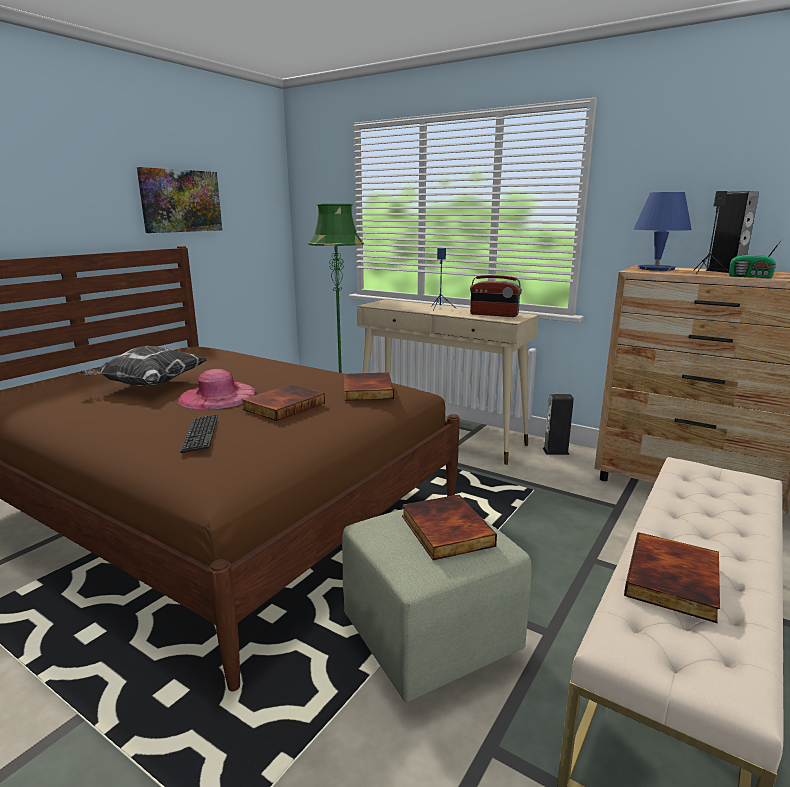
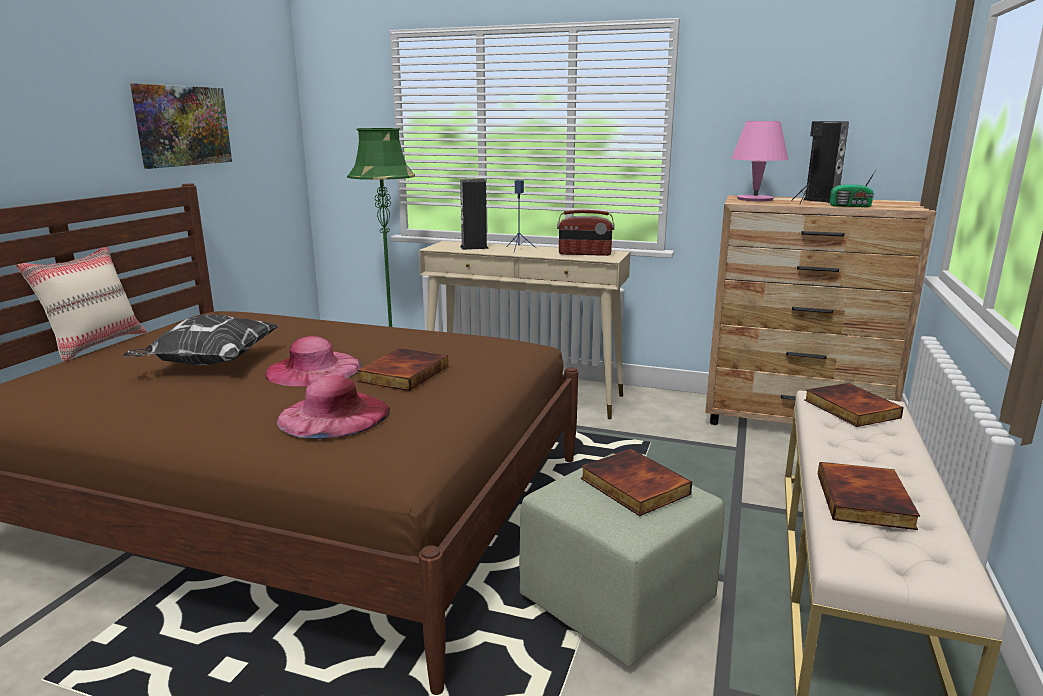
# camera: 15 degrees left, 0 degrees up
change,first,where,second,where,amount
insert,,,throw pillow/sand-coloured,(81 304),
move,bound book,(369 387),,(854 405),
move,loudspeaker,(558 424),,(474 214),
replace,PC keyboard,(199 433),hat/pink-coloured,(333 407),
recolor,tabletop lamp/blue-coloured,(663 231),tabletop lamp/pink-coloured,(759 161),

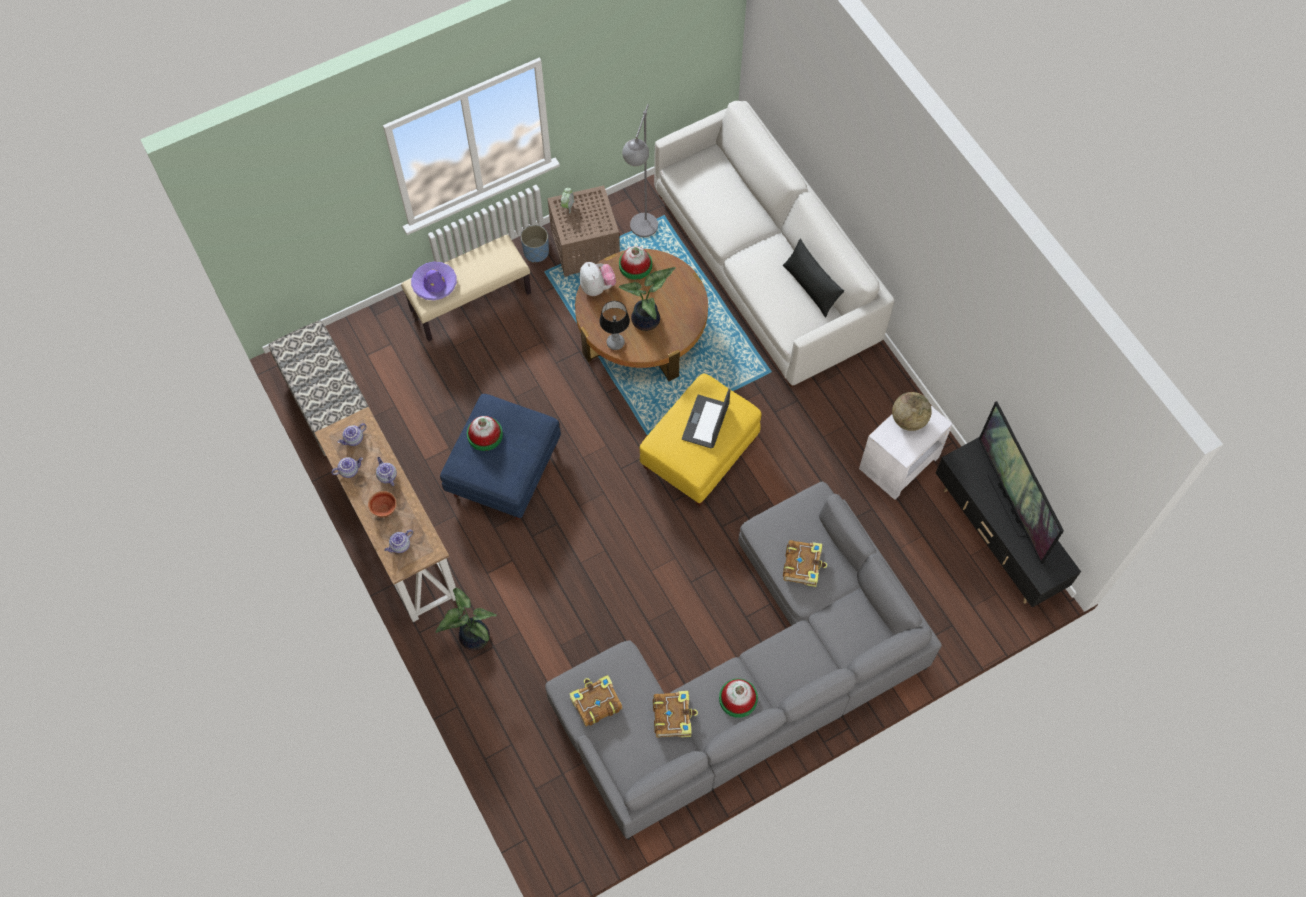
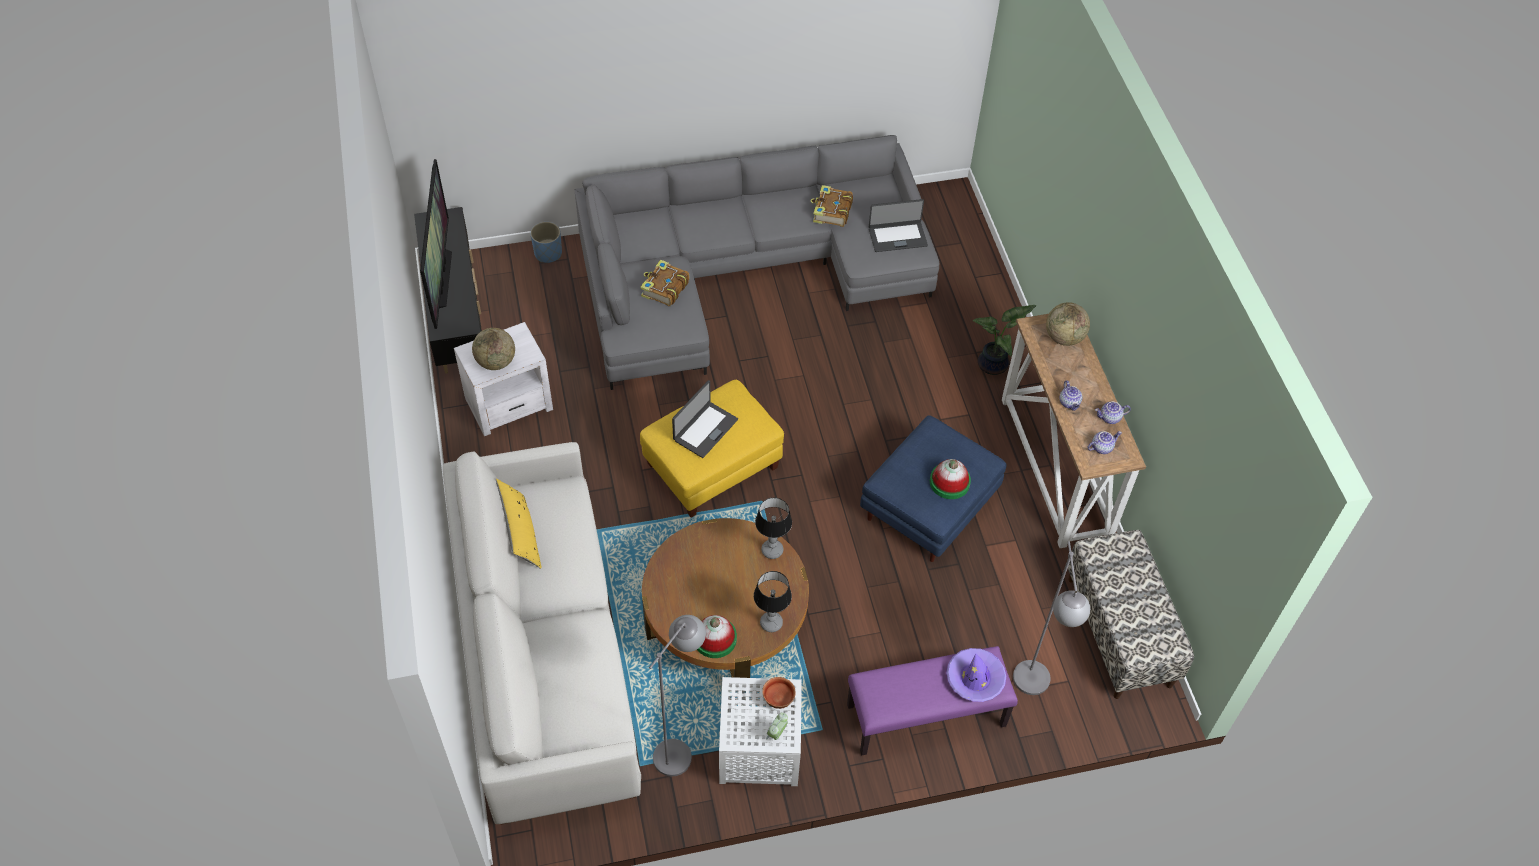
# camera: 165 degrees left, 10 degrees down
change,first,where,second,where,amount
delete,houseplant,(647 299),,,
delete,hat,(738 698),,,
insert,,,standing lamp/greyish,(1051 618),
move,bowl,(382 504),,(779 693),
move,planter/blue-coloured,(535 244),,(546 242),
replace,tea pot,(398 541),globe,(1068 324),
replace,bound book,(595 700),notebook computer,(898 225),
replace,soft toy,(598 279),tabletop lamp,(773 601),
recolor,indoor bench/sand-coloured,(466 288),indoor bench/purple,(932 701),
recolor,accent table/brownish,(584 231),accent table/white-coloured,(760 731),
recolor,throw pillow/black,(813 278),throw pillow/yellowish,(519 523),

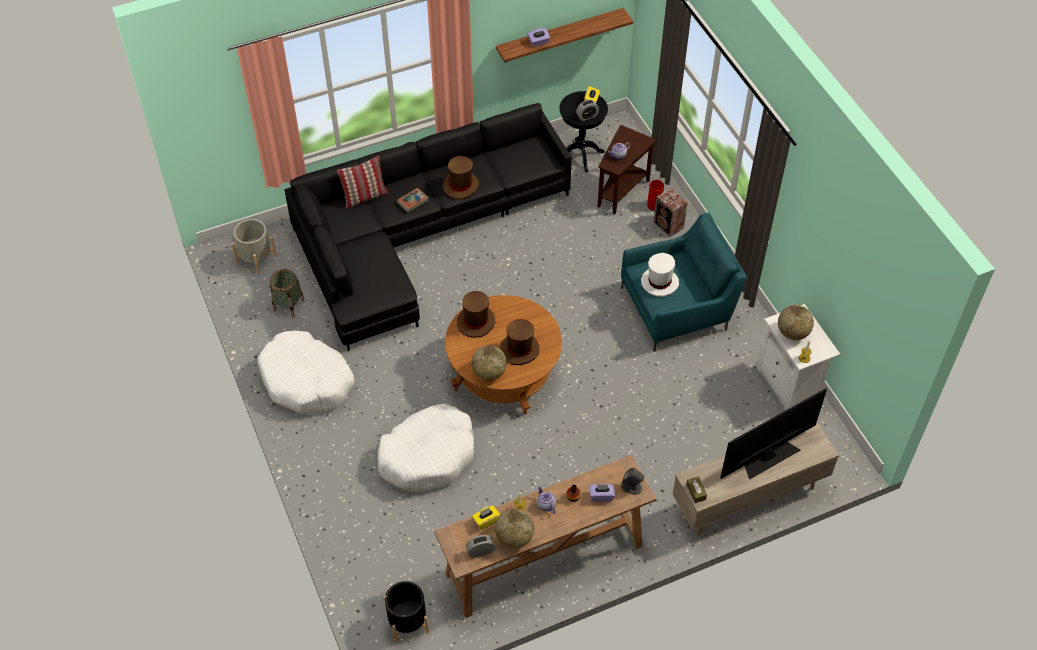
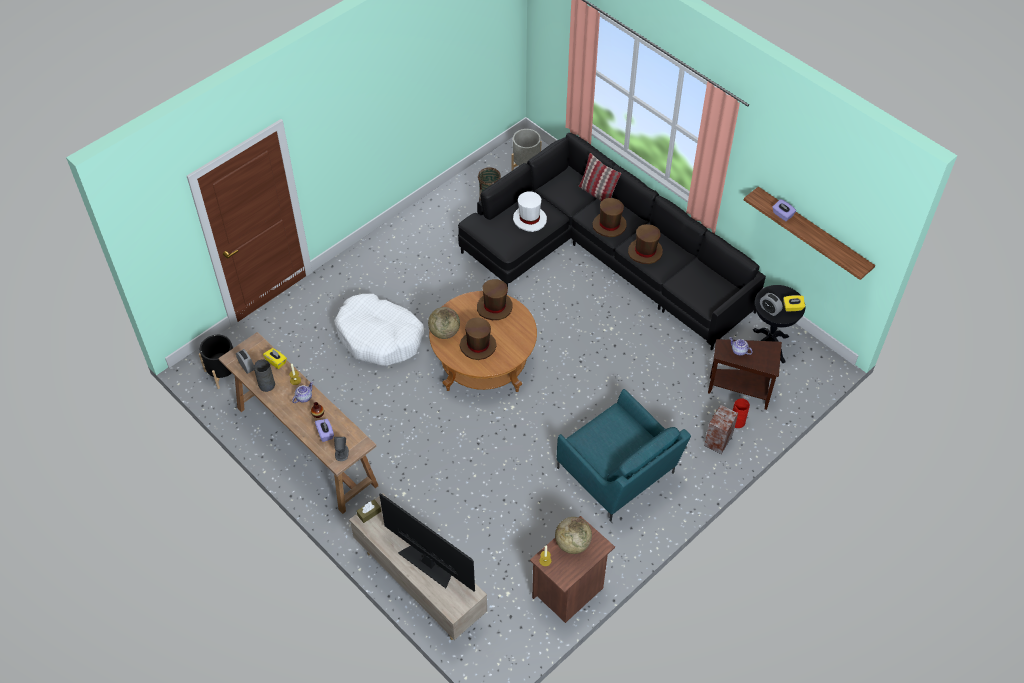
# camera: 70 degrees right, 0 degrees up
change,first,where,second,where,amount
delete,pet bed/white-coloured,(306 373),,,
move,hat/white-coloured,(660 275),,(530 211),
replace,bound book,(412 200),hat/brownish,(609 217),
replace,globe,(514 528),decorative vase/greyish,(264 375),
recolor,bedside table/white-coloured,(798 357),bedside table/brownish,(572 569),

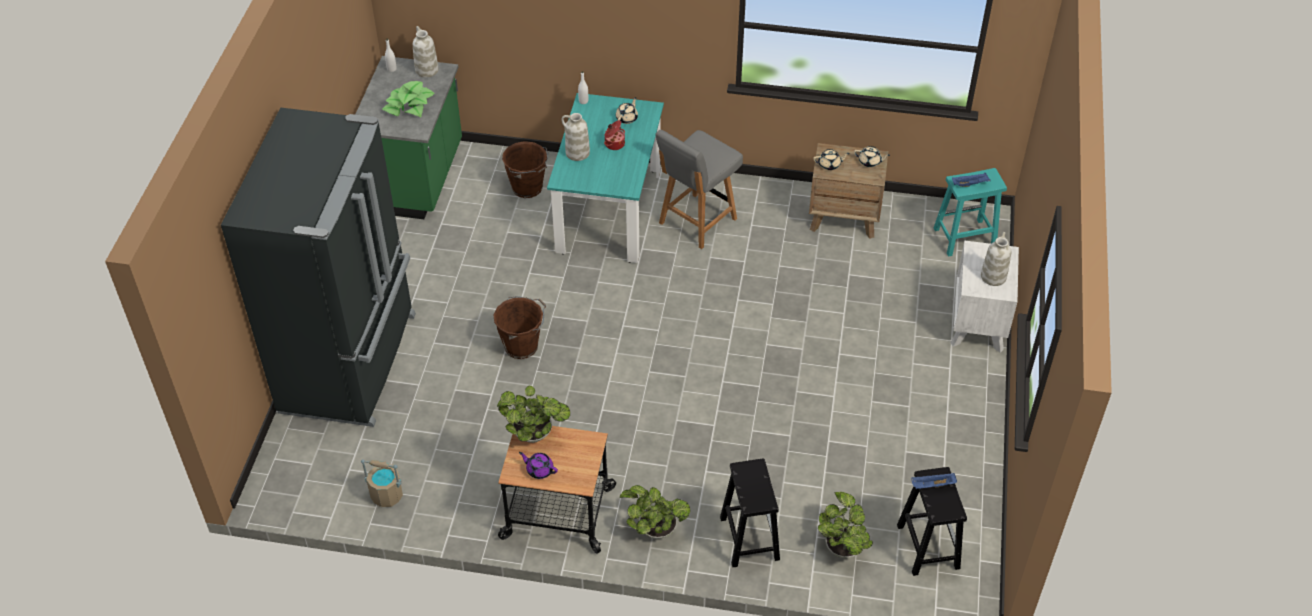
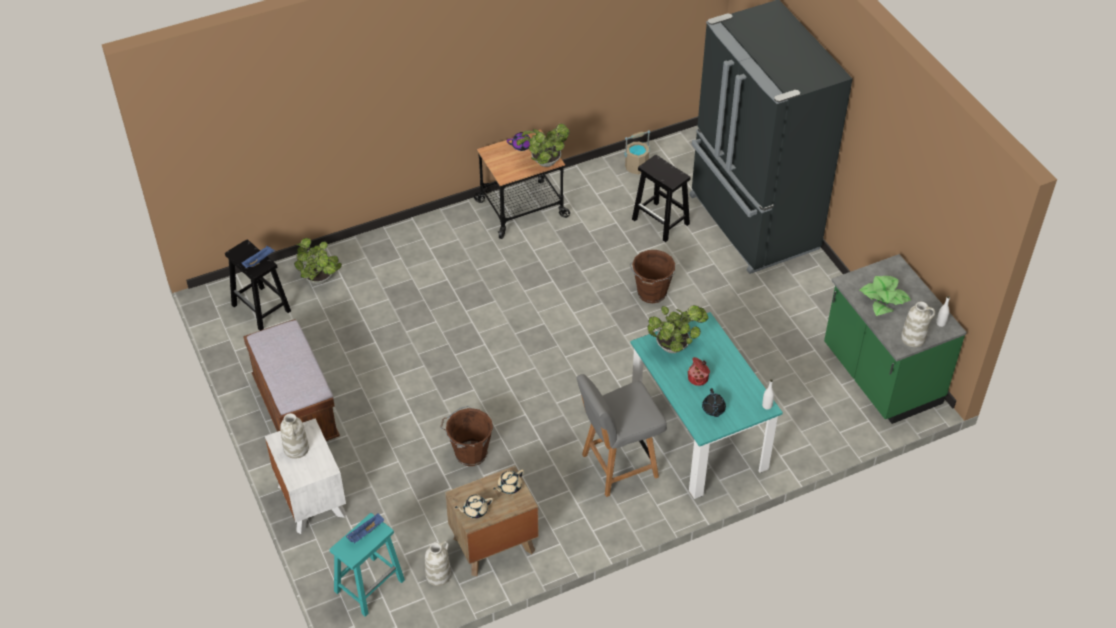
# camera: 145 degrees right, 0 degrees up
change,first,where,second,where,amount
insert,,,indoor bench/brownish,(291 380),
move,pail/brownish,(525 169),,(466 436),
move,decorative vase/white-coloured,(575 137),,(438 563),
move,houseplant,(655 512),,(677 329),
move,stool/black,(750 513),,(661 198),
recolor,tea pot/sand-coloured,(627 110),tea pot/black,(714 402),
rotate,plain chair/greyish,(699 189),,(622 435),120 degrees counterclockwise

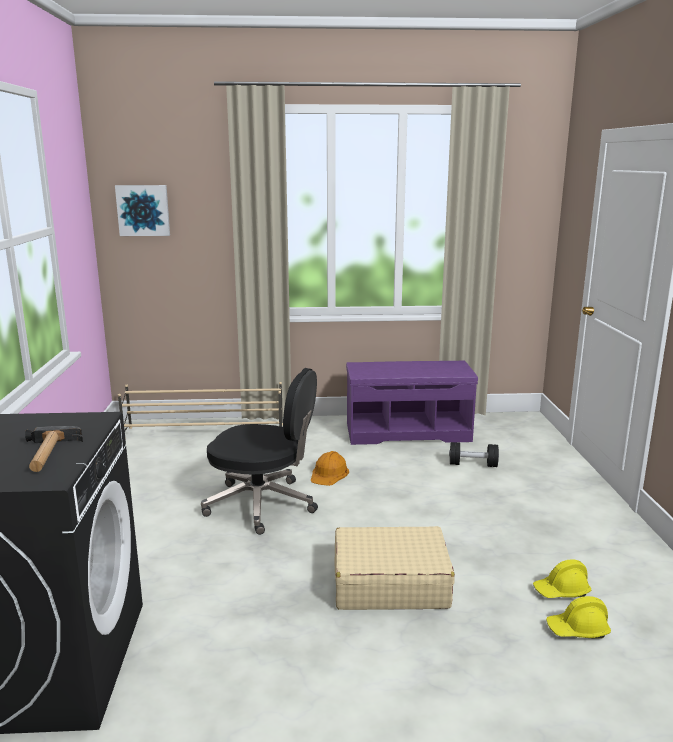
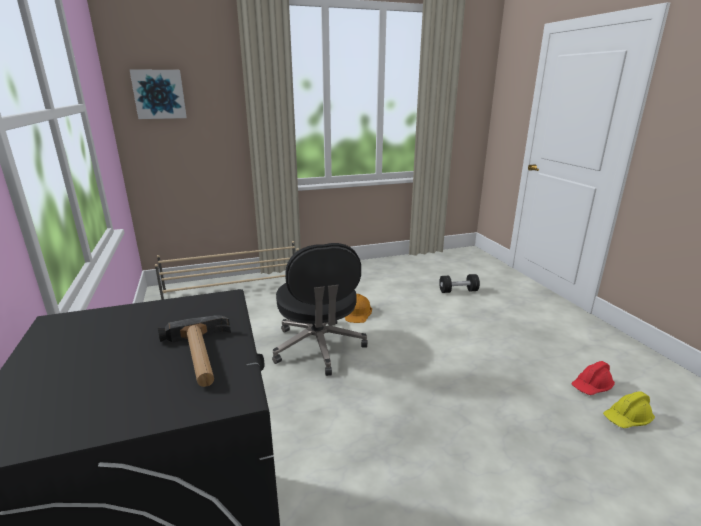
# camera: 15 degrees left, 5 degrees up
change,first,where,second,where,amount
delete,piece of luggage/sand-coloured,(395 568),,,
delete,indoor bench/purple,(412 403),,,
recolor,safety helmet/yellowish,(562 578),safety helmet/red,(593 378),
rotate,desk chair/black,(259 451),,(320 309),75 degrees clockwise

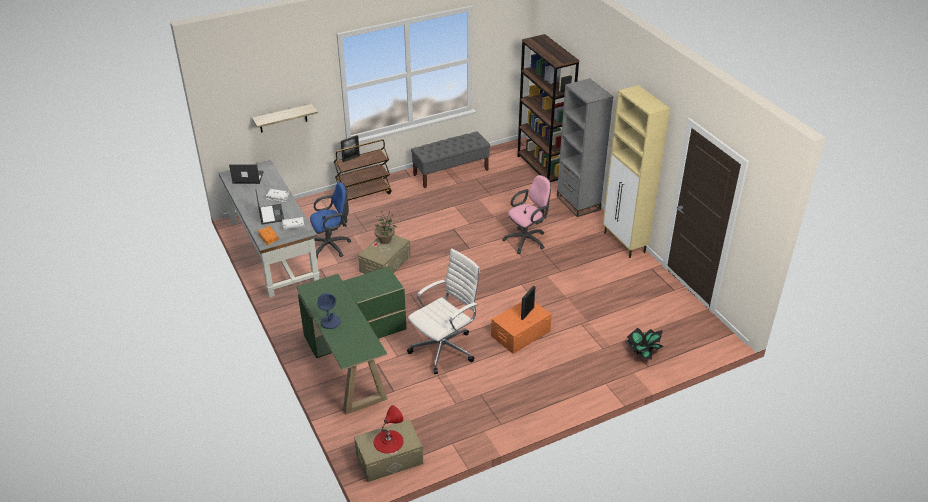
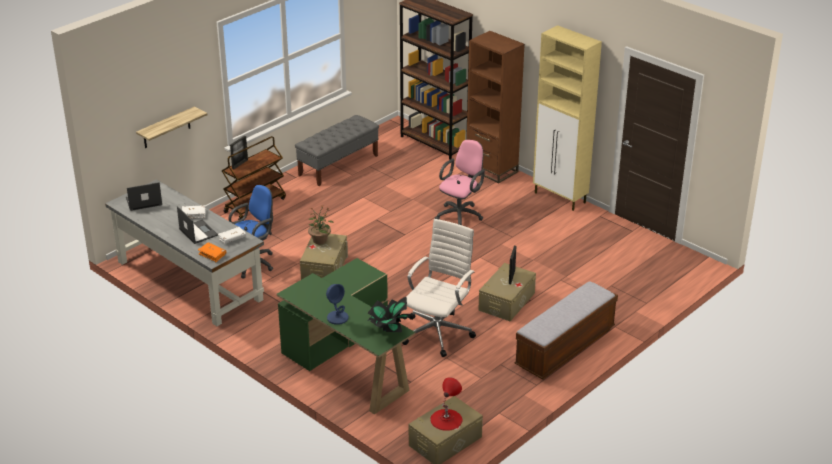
# camera: 20 degrees left, 5 degrees down
change,first,where,second,where,amount
insert,,,indoor bench,(566 330),
move,houseplant,(645 344),,(389 314),
recolor,storage box/orangey,(521 327),storage box/sand-coloured,(507 292),
recolor,shelving unit/greyish,(585 147),shelving unit/brownish,(496 107),

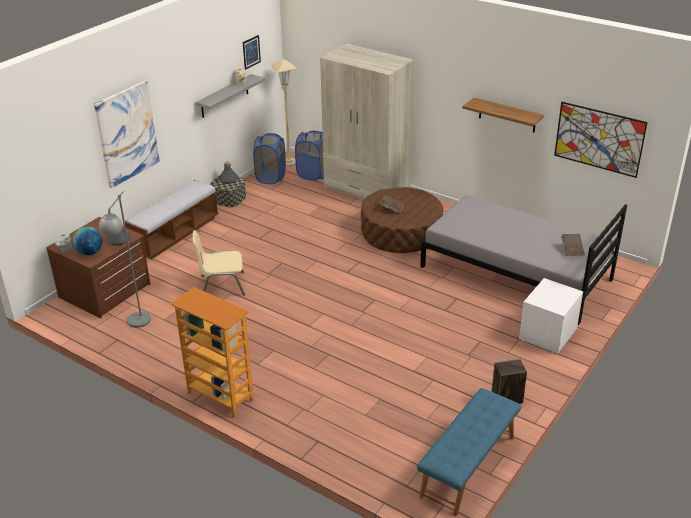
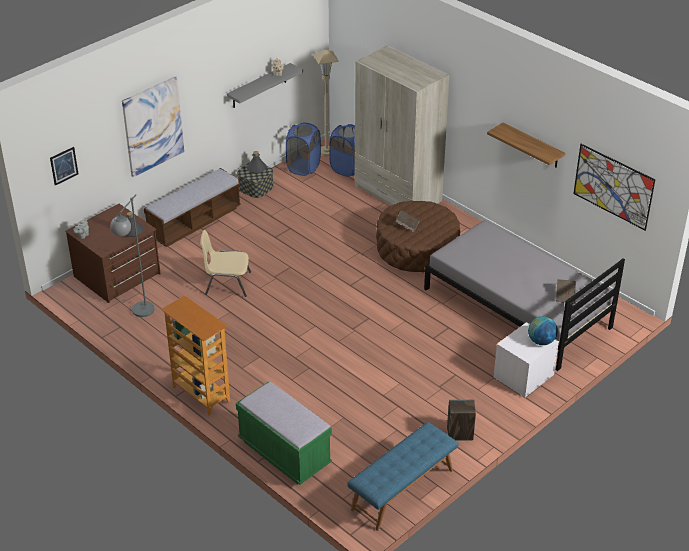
# camera: 10 degrees right, 5 degrees up
change,first,where,second,where,amount
insert,,,indoor bench/green,(284 433),
move,globe,(88 240),,(543 330),
move,wall picture,(252 52),,(64 166),

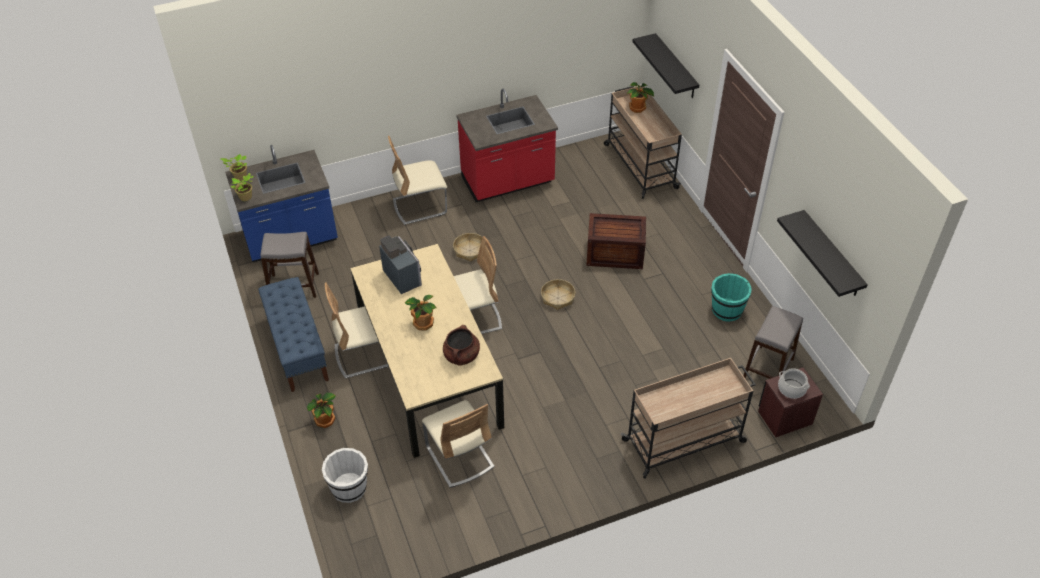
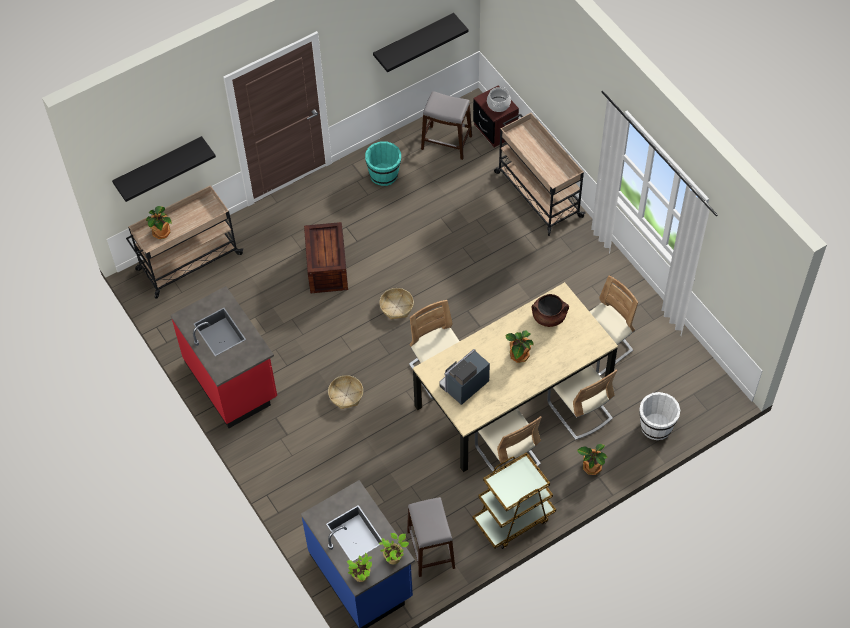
# camera: 100 degrees left, 10 degrees up
change,first,where,second,where,amount
move,plain chair/sand-coloured,(417 180),,(582 402),
replace,indoor bench/blue-coloured,(293 334),wheeled cart/brownish,(514 500),

